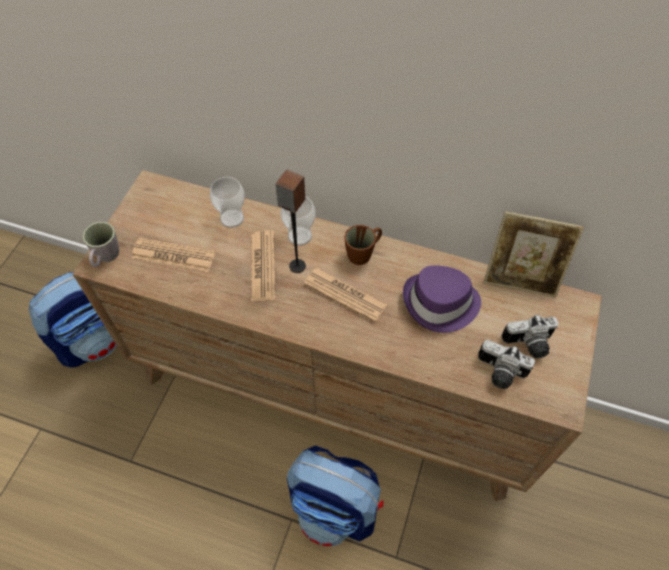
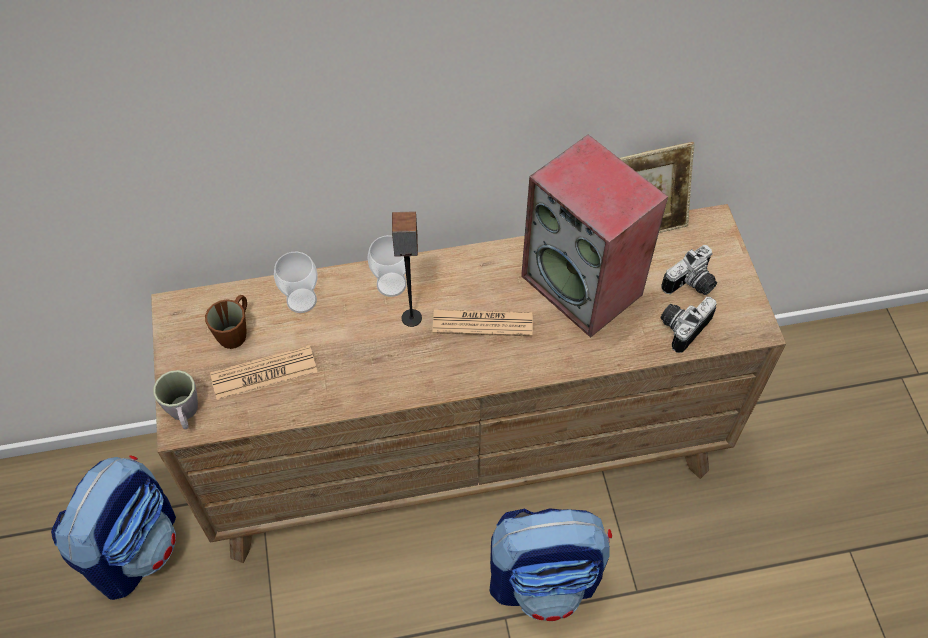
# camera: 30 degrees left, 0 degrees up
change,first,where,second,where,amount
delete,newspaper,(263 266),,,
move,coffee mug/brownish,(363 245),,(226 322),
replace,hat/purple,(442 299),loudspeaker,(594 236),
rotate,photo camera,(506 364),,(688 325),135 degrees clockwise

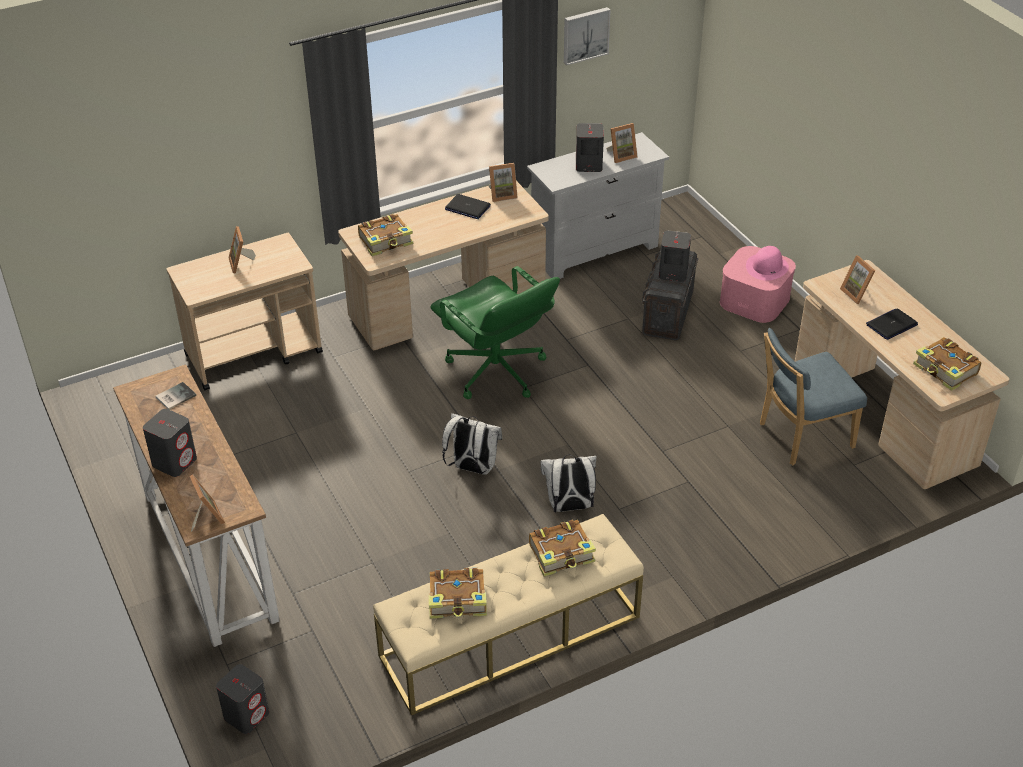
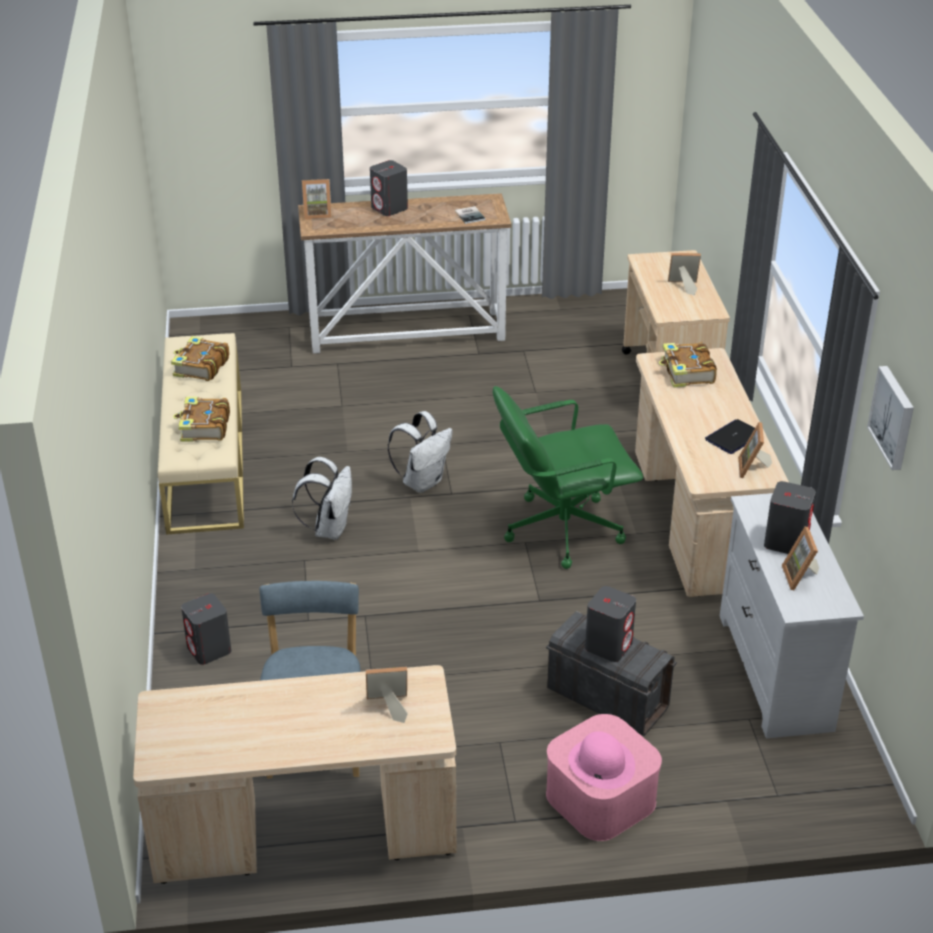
# camera: 110 degrees right, 5 degrees down
change,first,where,second,where,amount
delete,notebook computer,(892 324),,,
delete,bound book,(947 364),,,
move,loudspeaker/greyish,(242 699),,(206 629),

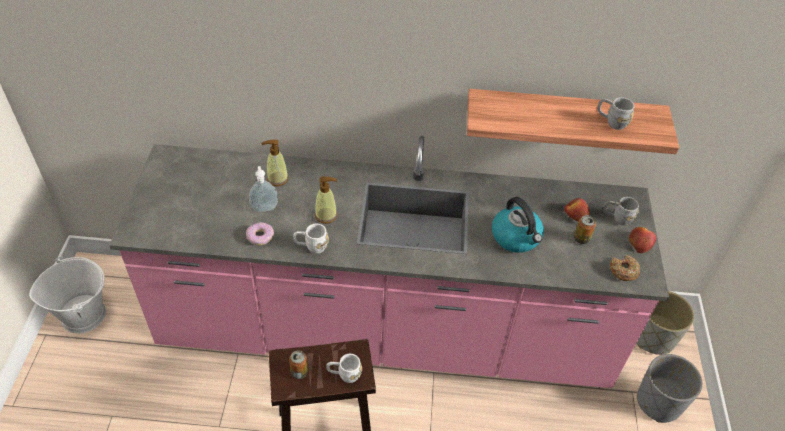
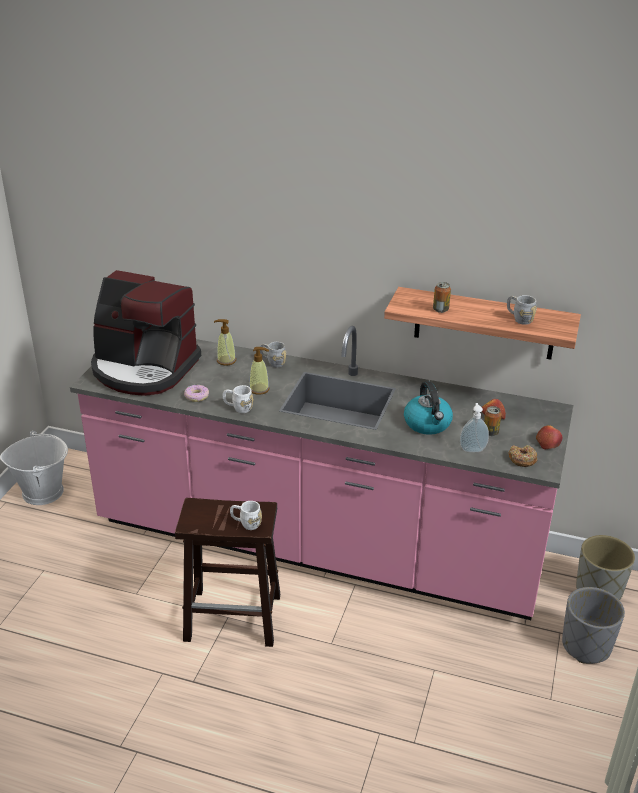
# camera: 15 degrees right, 15 degrees down
change,first,where,second,where,amount
insert,,,coffee maker,(146 333),
move,soap bottle,(263 189),,(474 427),
move,can,(298 364),,(442 297),
move,coffee mug/greyish,(621 211),,(273 354),

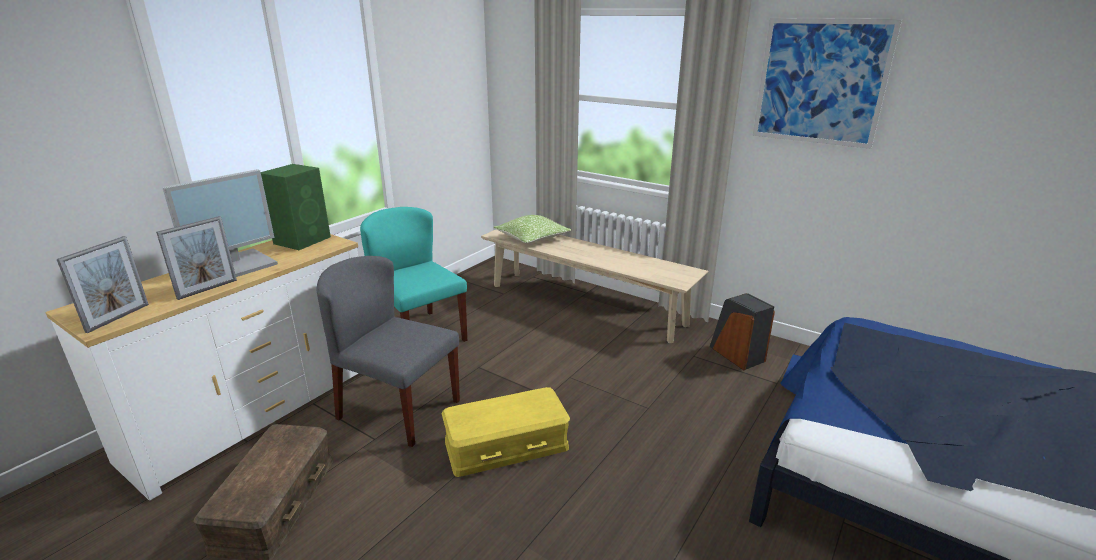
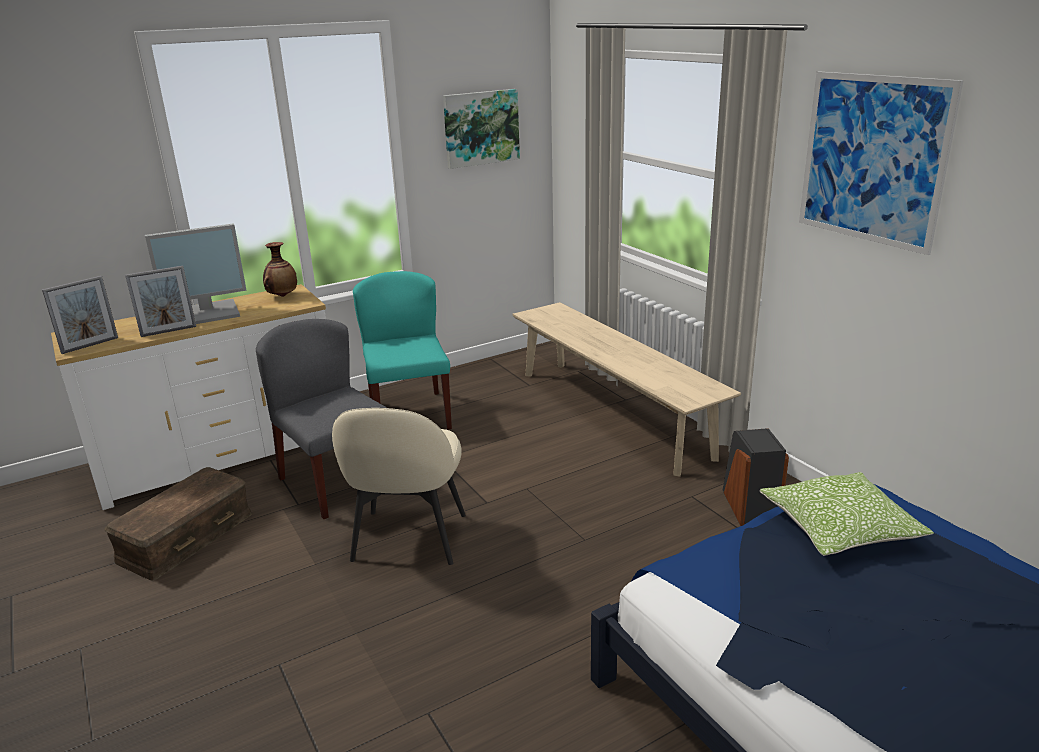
# camera: 25 degrees right, 0 degrees up
change,first,where,second,where,amount
insert,,,wall picture,(481 129),
move,throw pillow,(532 229),,(847 514),
replace,loudspeaker/green,(296 207),decorative vase,(280 269),
replace,storage box/yellowish,(505 432),plain chair/sand-coloured,(399 486),

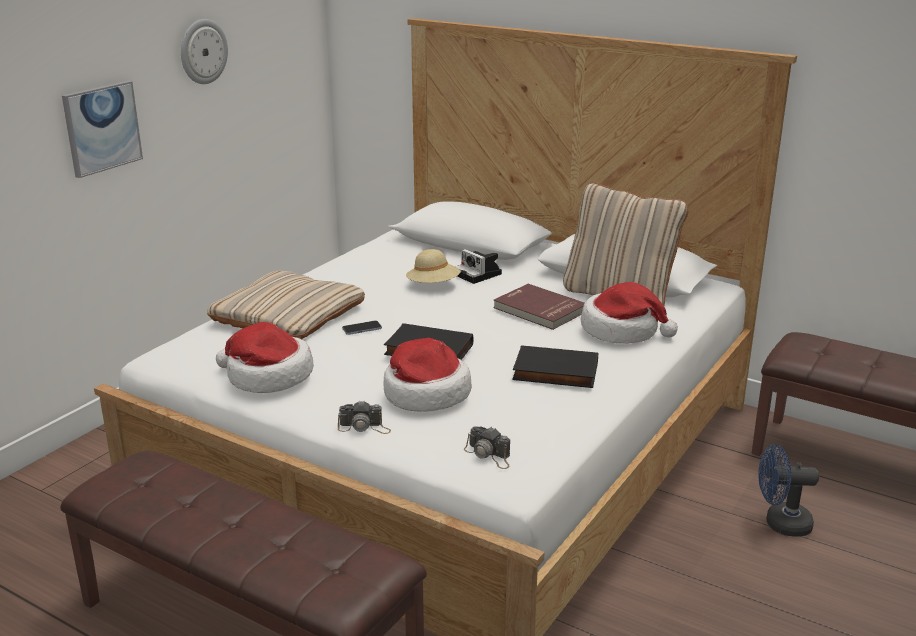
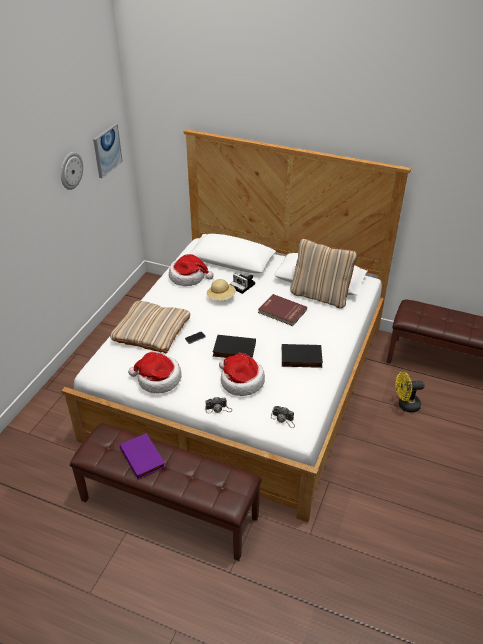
# camera: 10 degrees left, 15 degrees up
change,first,where,second,where,amount
insert,,,bound book/purple,(142 456),
move,wall picture,(102 129),,(108 151),
move,hat,(629 313),,(191 270),
recolor,fan/blue-coloured,(788 490),fan/yellowish,(410 392),

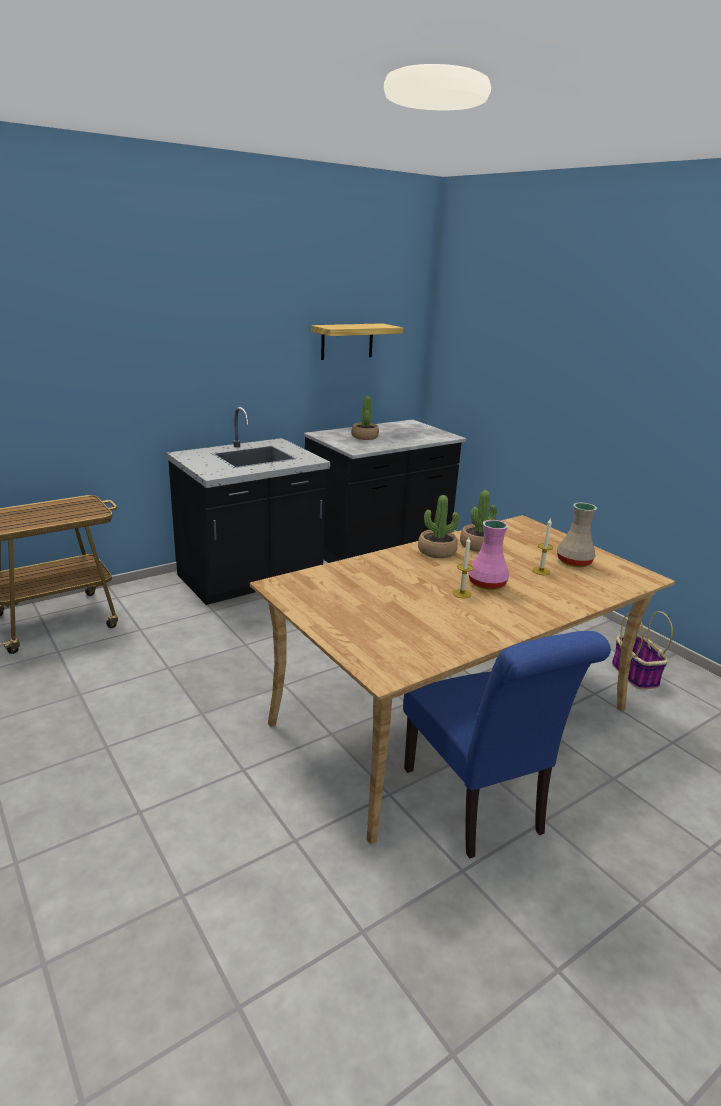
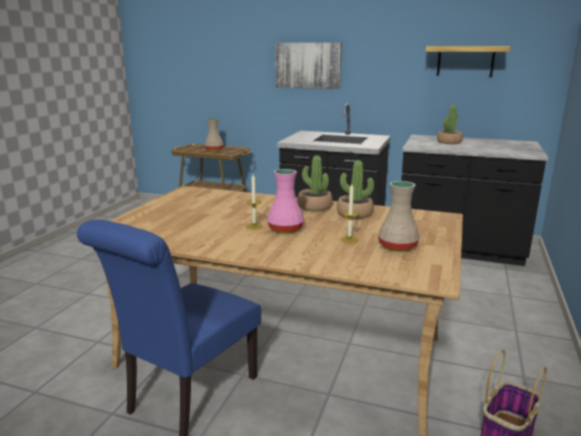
# camera: 55 degrees right, 5 degrees down
change,first,where,second,where,amount
insert,,,decorative vase/sand-coloured,(214 134),
insert,,,wall picture,(308 66),

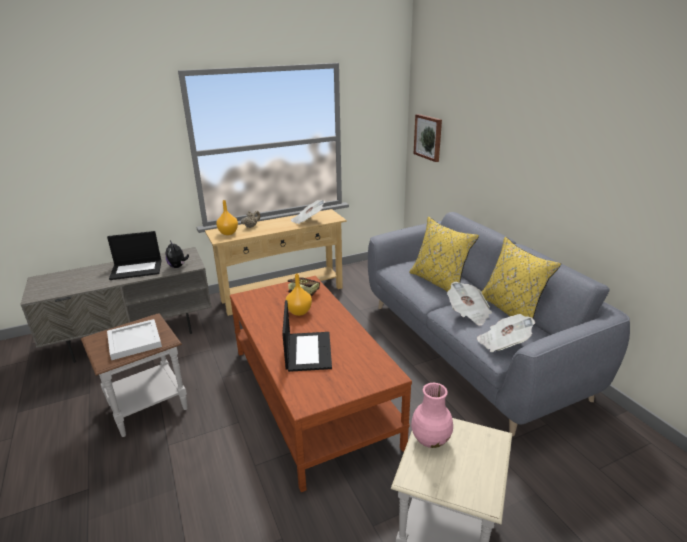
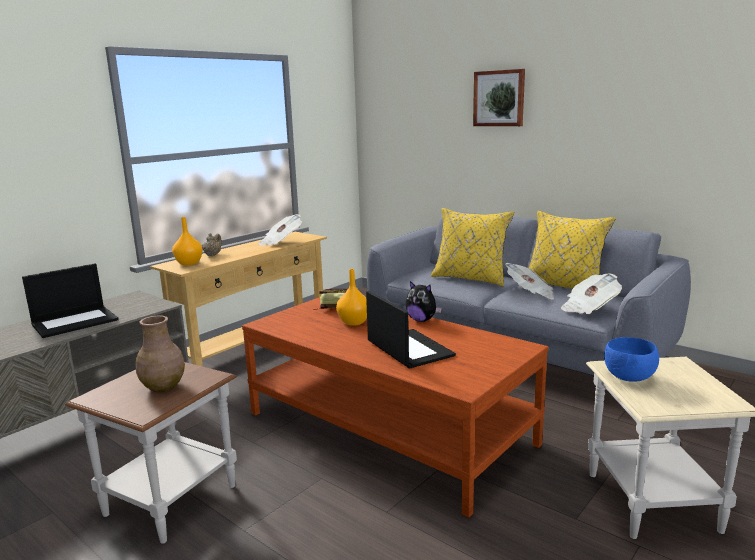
# camera: 25 degrees left, 10 degrees down
change,first,where,second,where,amount
move,soft toy,(177 254),,(424 301),
move,wall picture,(428 138),,(499 97),
replace,carrying tray/white-coloured,(134 339),decorative vase/brownish,(160 353),
replace,decorative vase/pink-coloured,(432 415),bowl/blue-coloured,(631 359),

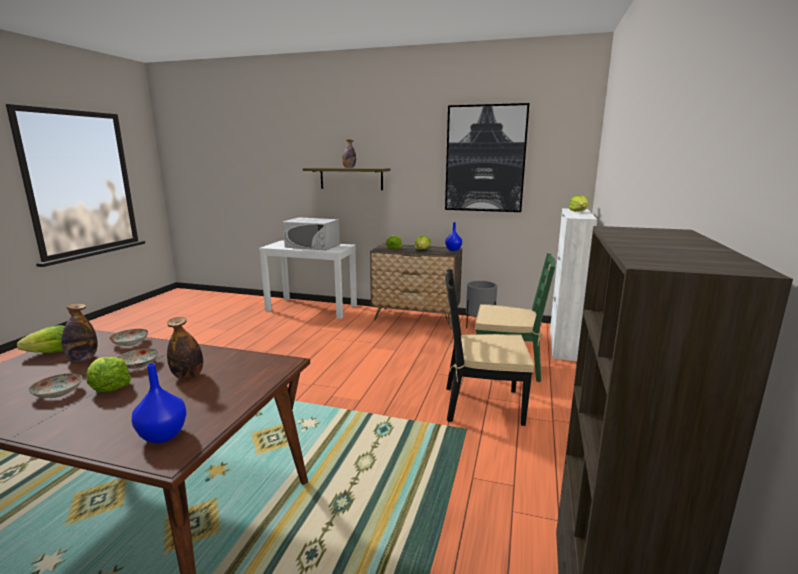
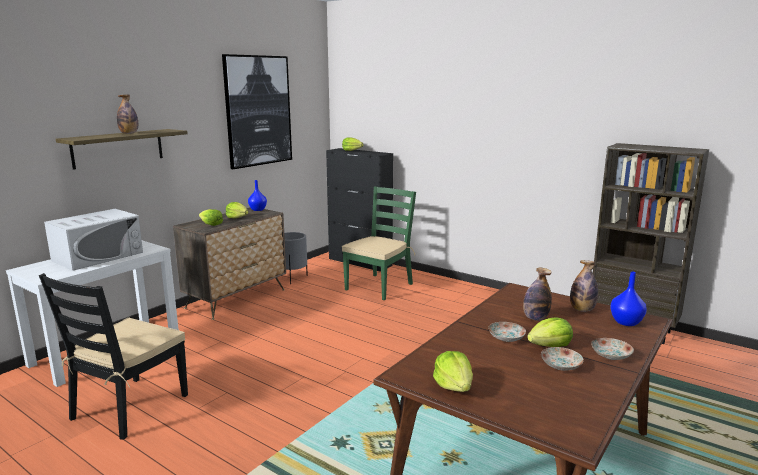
# camera: 70 degrees left, 0 degrees up
change,first,where,second,where,amount
move,beverage bottle,(79 332),,(584 286),
move,plate,(128 337),,(612 349),
move,plain chair/black,(489 347),,(113 356),
recolor,cabinet/white-coloured,(573 284),cabinet/black,(359 210),

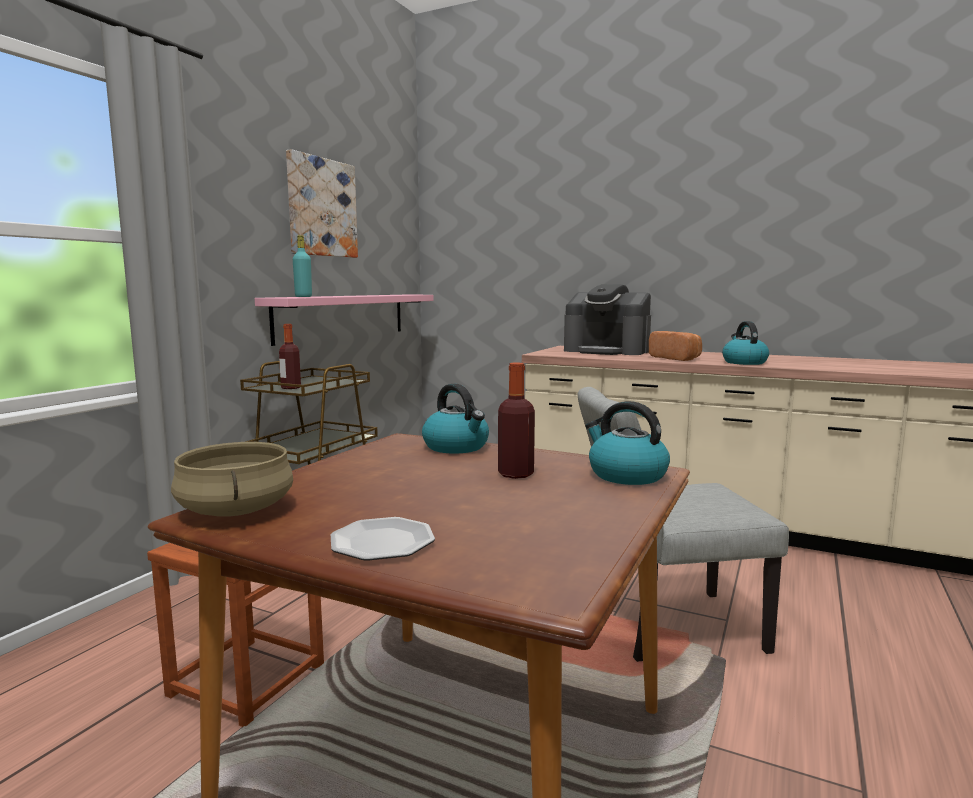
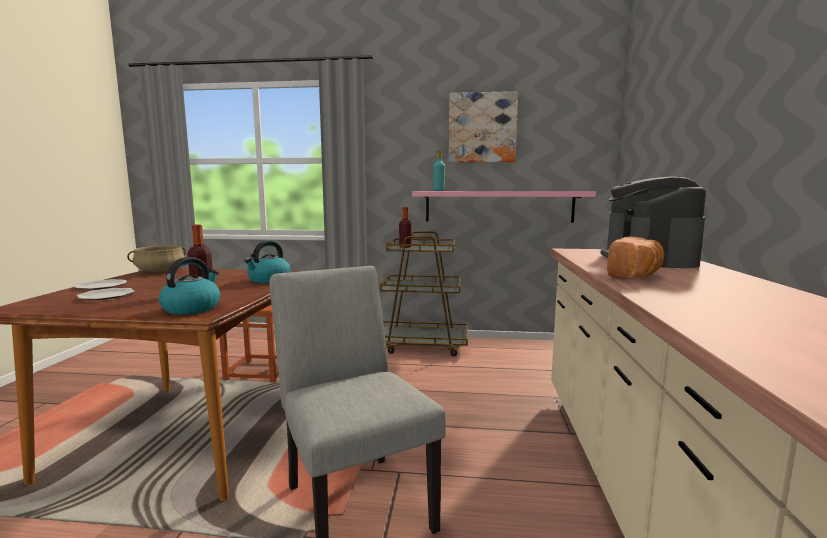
# camera: 70 degrees right, 0 degrees up
change,first,where,second,where,amount
delete,tea kettle,(745 343),,,
insert,,,plate,(106 294),

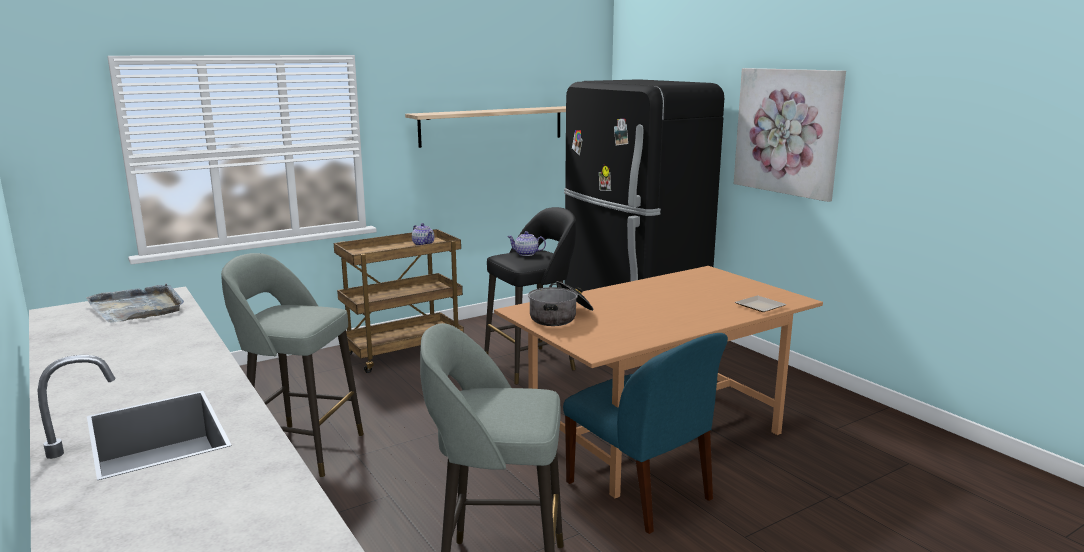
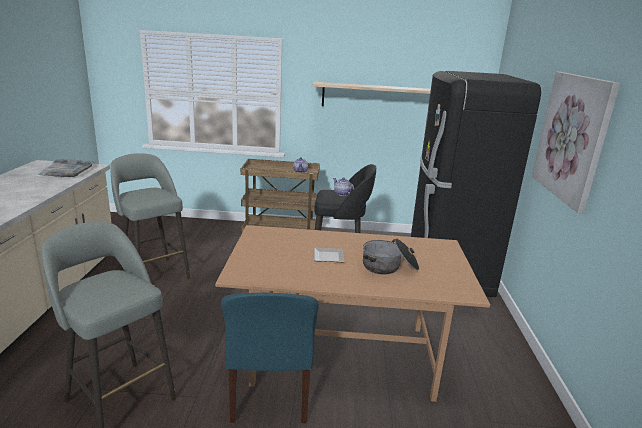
# camera: 35 degrees right, 5 degrees up
change,first,where,second,where,amount
move,cooking pot,(561 303),,(391 256),
move,plate,(761 304),,(329 255),

